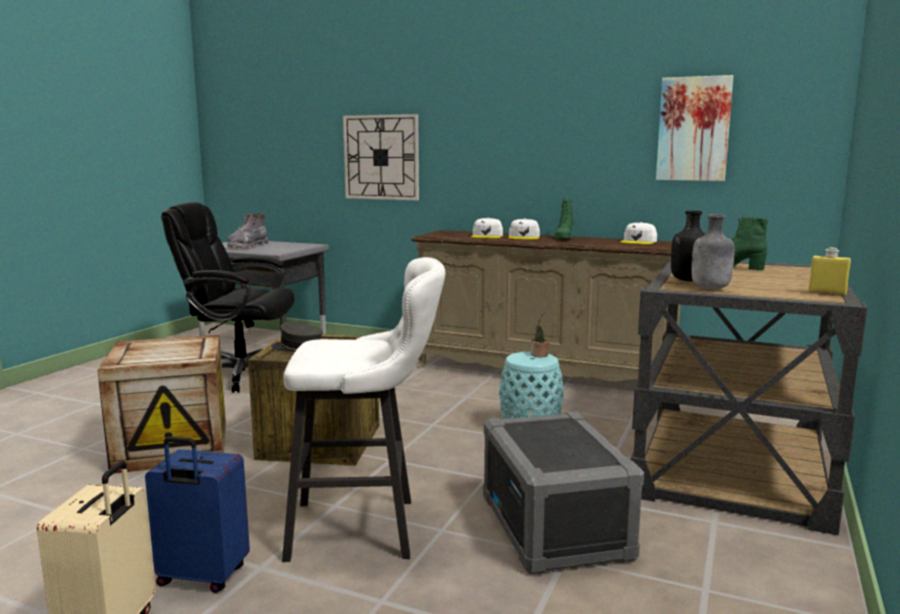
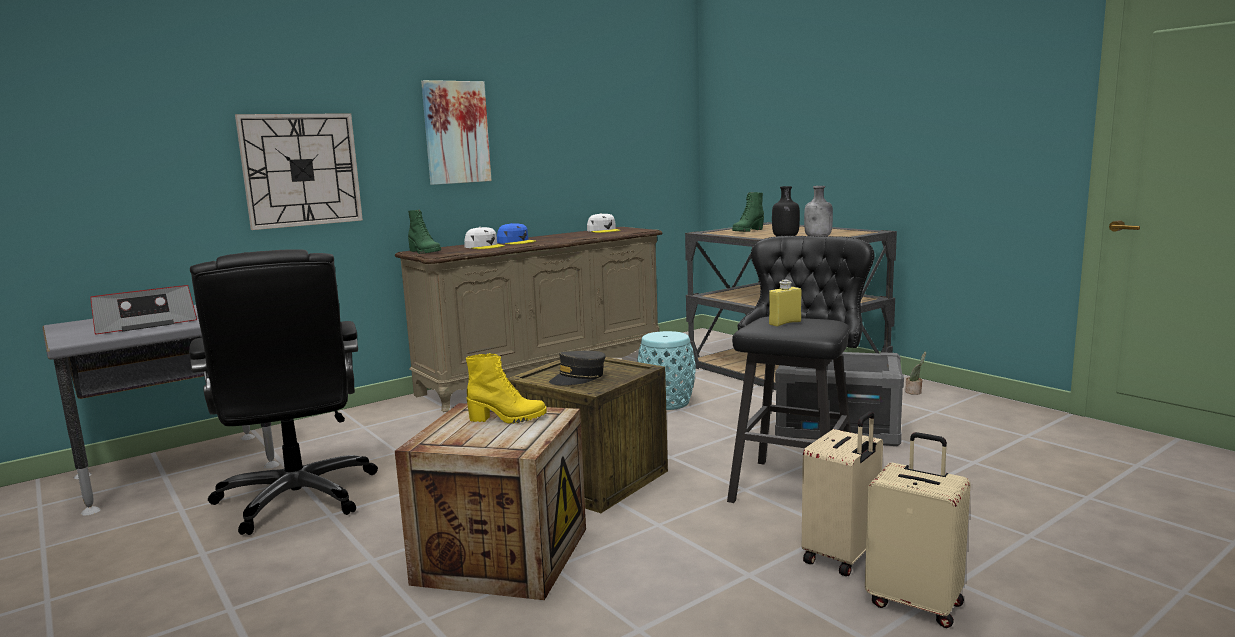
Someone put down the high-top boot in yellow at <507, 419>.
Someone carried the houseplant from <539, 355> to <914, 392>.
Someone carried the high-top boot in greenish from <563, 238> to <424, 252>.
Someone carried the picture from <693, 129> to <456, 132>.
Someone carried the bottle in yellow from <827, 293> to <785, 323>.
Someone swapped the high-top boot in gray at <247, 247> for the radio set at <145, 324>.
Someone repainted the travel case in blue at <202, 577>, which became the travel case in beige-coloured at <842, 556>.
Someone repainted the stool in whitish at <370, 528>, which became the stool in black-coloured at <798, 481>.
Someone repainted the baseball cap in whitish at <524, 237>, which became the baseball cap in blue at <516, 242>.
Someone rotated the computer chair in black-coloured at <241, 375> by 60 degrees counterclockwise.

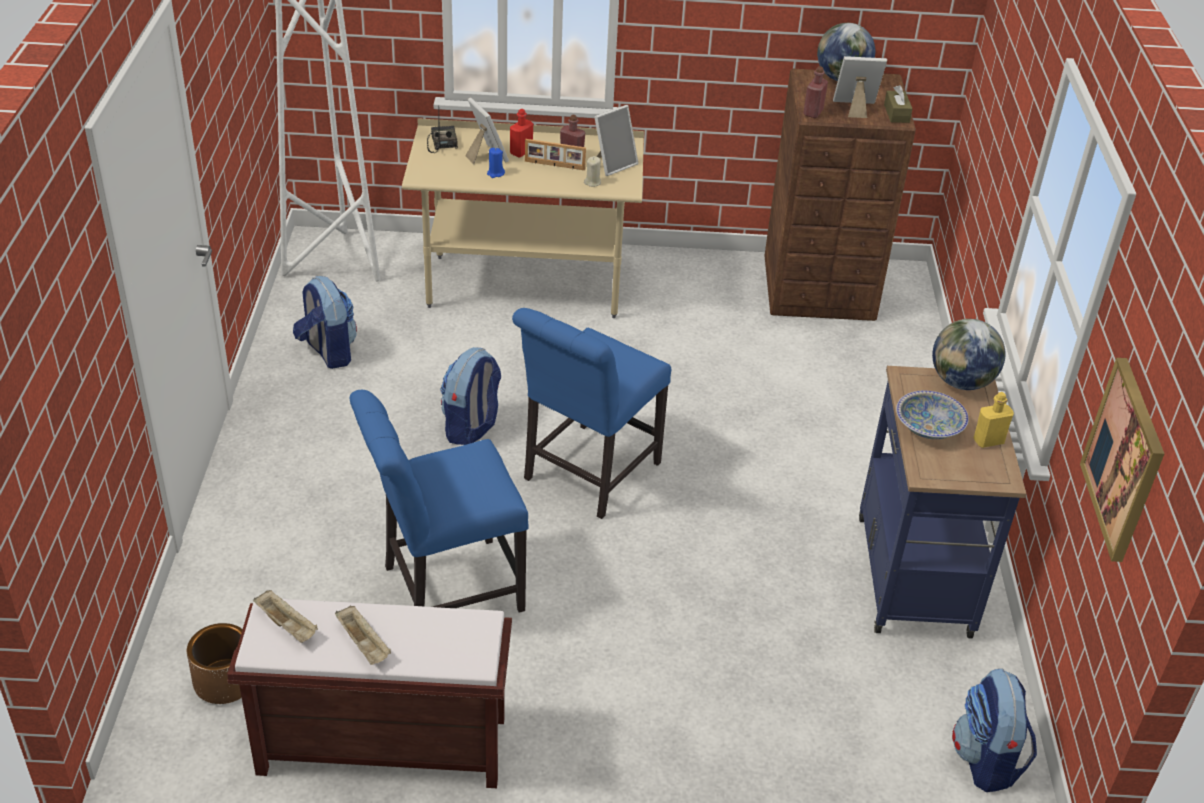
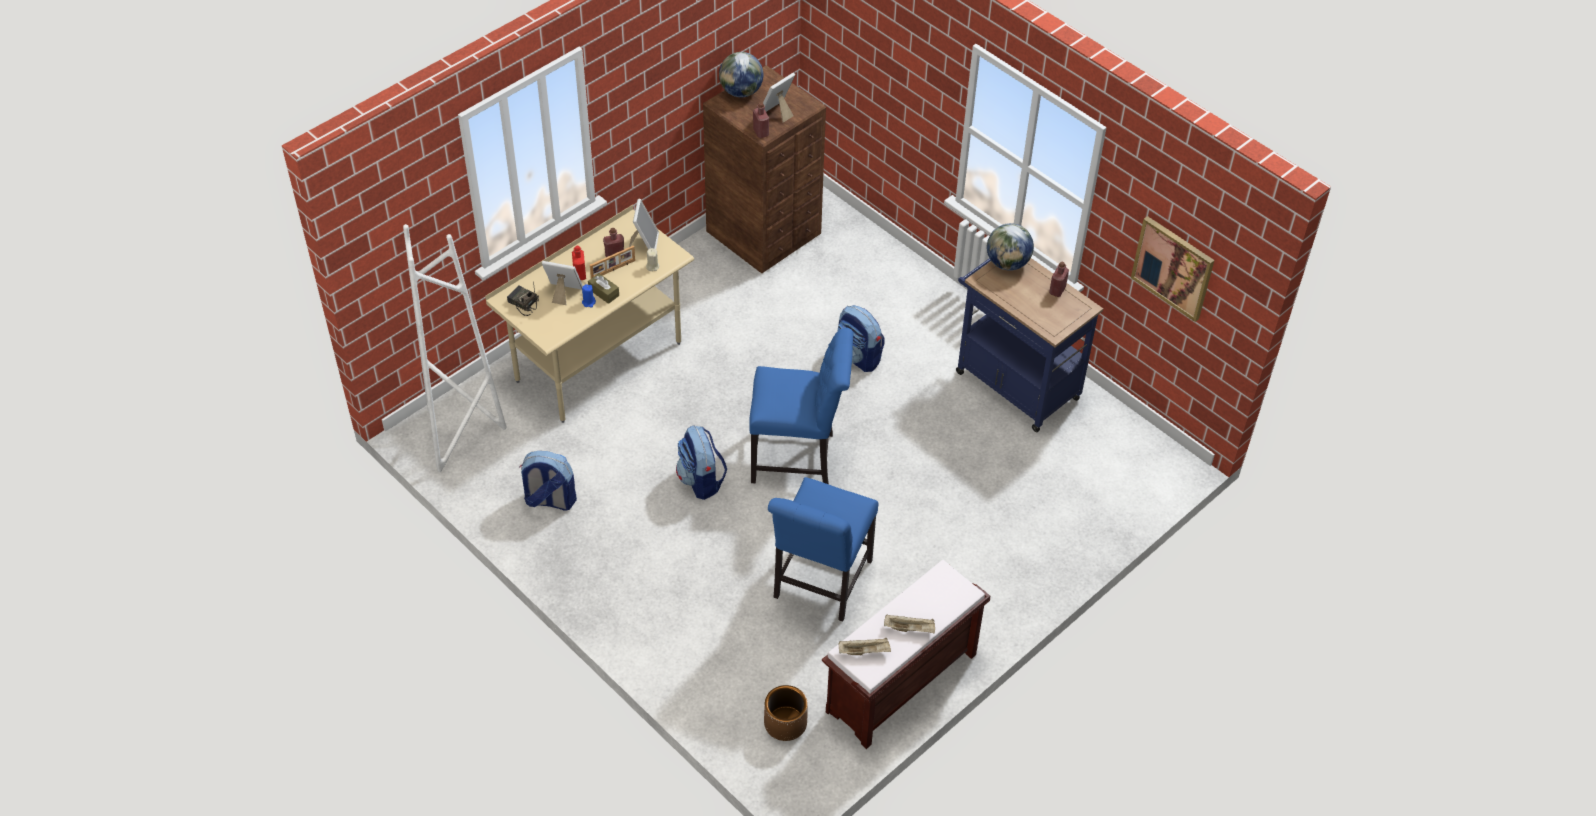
Someone took away the bowl at <928, 428>.
Someone carried the tissue box in brown from <896, 113> to <604, 292>.
Someone carried the knapsack from <986, 760> to <858, 357>.
Someone repainted the bottle in yellow at <988, 441>, which became the bottle in reddish at <1057, 290>.
Someone rotated the chair in blue at <586, 475> by 75 degrees counterclockwise.

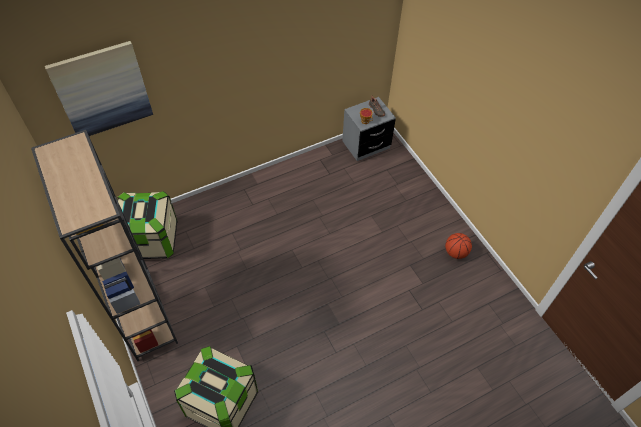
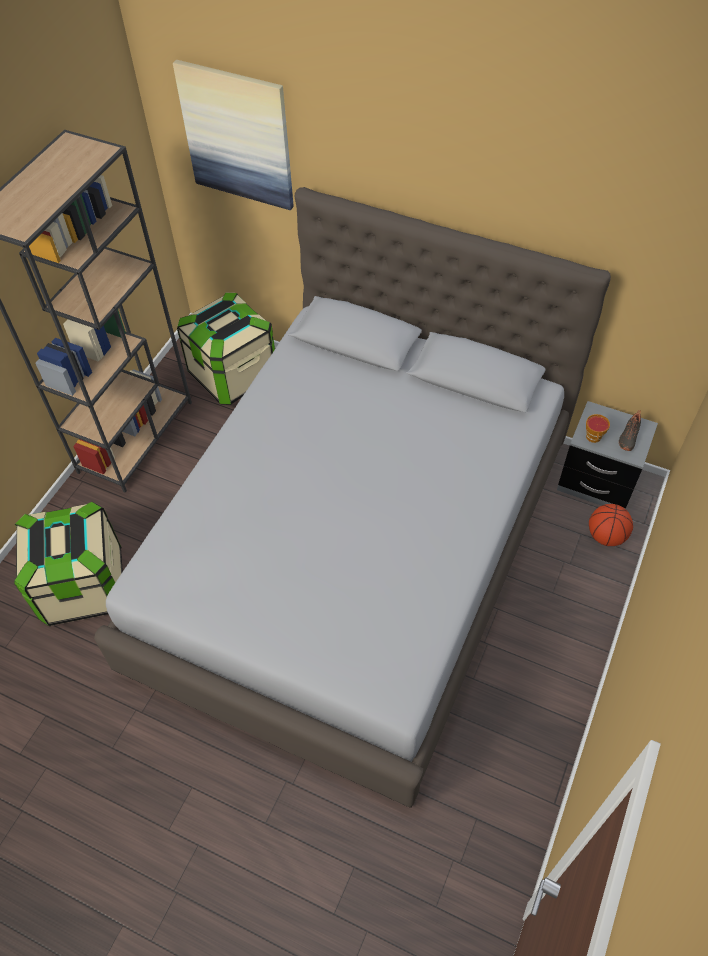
Someone put down the bedroom bed in gray at <357, 552>.
Someone carried the basketball ball from <455, 252> to <606, 536>.

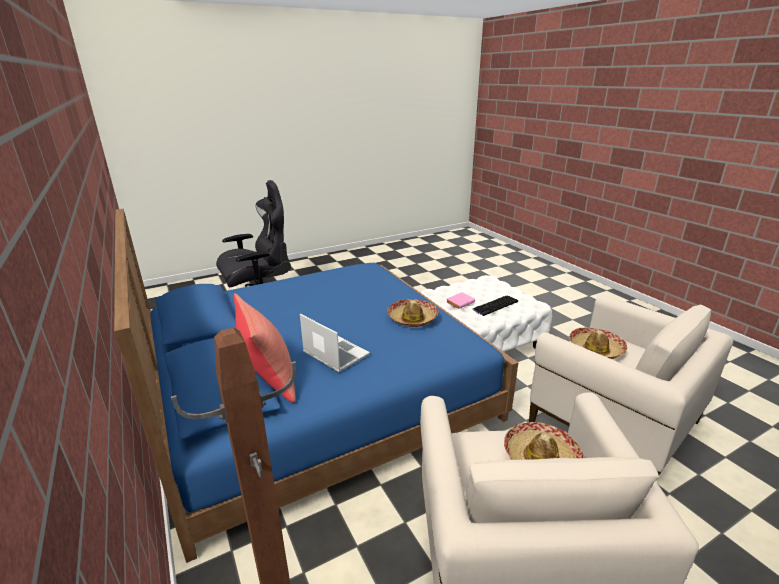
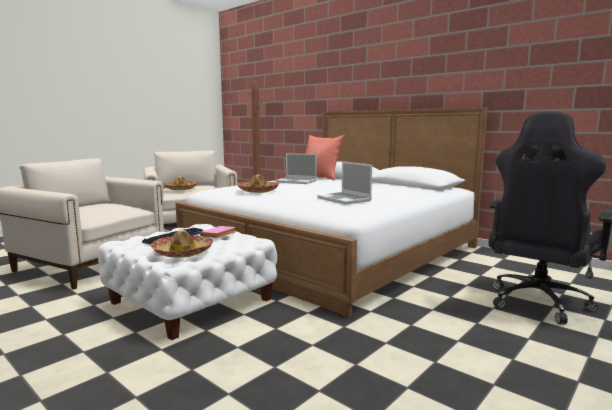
Someone put down the laptop at <345, 199>.
Someone carried the hat from <595, 349> to <183, 252>.
Someone repainted the bedroom bed in blue at <317, 392>, which became the bedroom bed in whitish at <333, 251>.

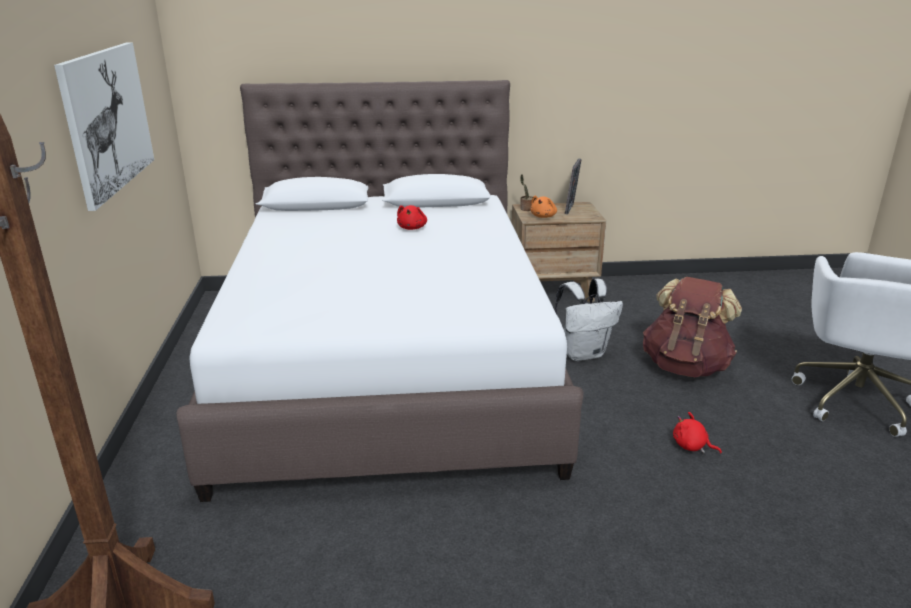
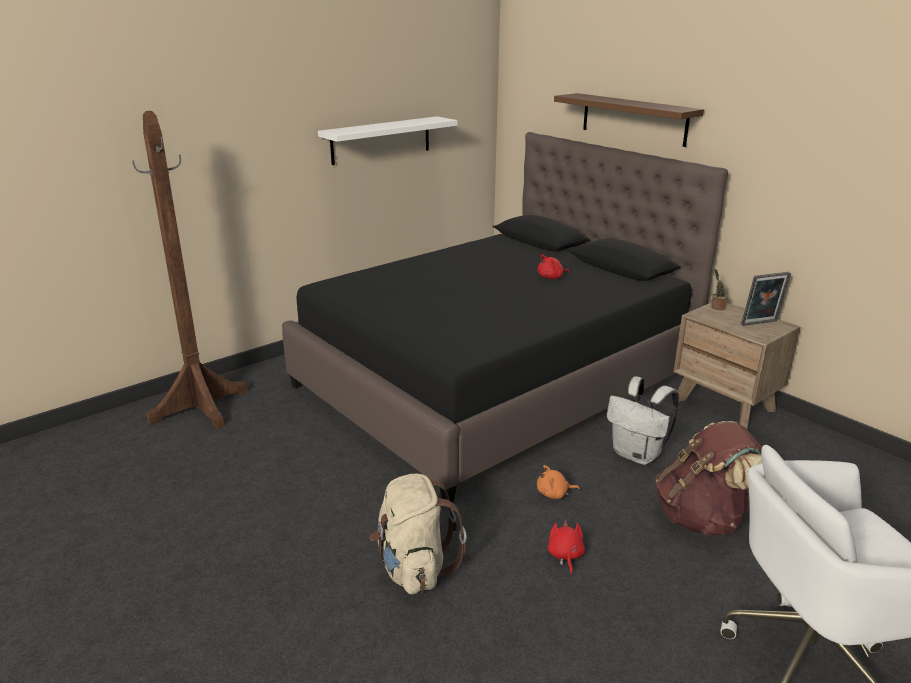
Someone put down the knapsack in beige-coloured at <414, 568>.
Someone put up the wall shelf in brown at <633, 119>.
Someone carried the soft toy in orange from <543, 216> to <554, 494>.
Someone swapped the picture at <108, 120> for the wall shelf in whitish at <381, 140>.
Someone repainted the bedroom bed in whitish at <387, 365>, which became the bedroom bed in black-coloured at <495, 381>.

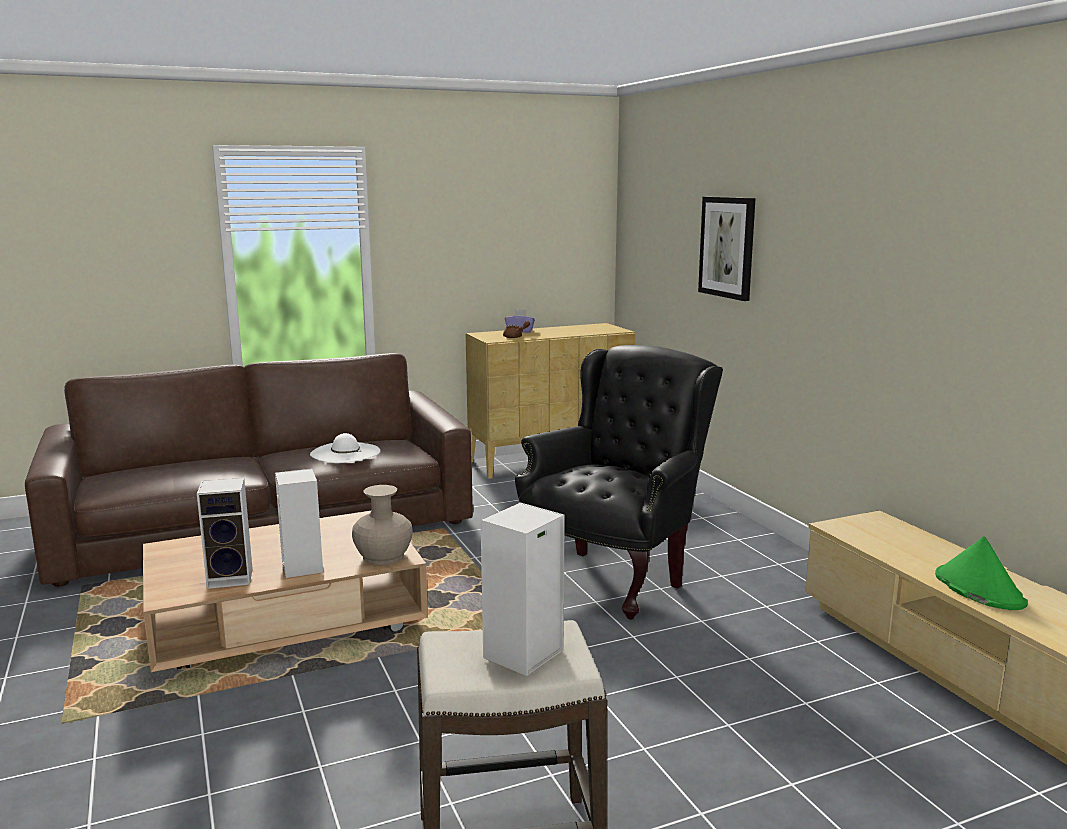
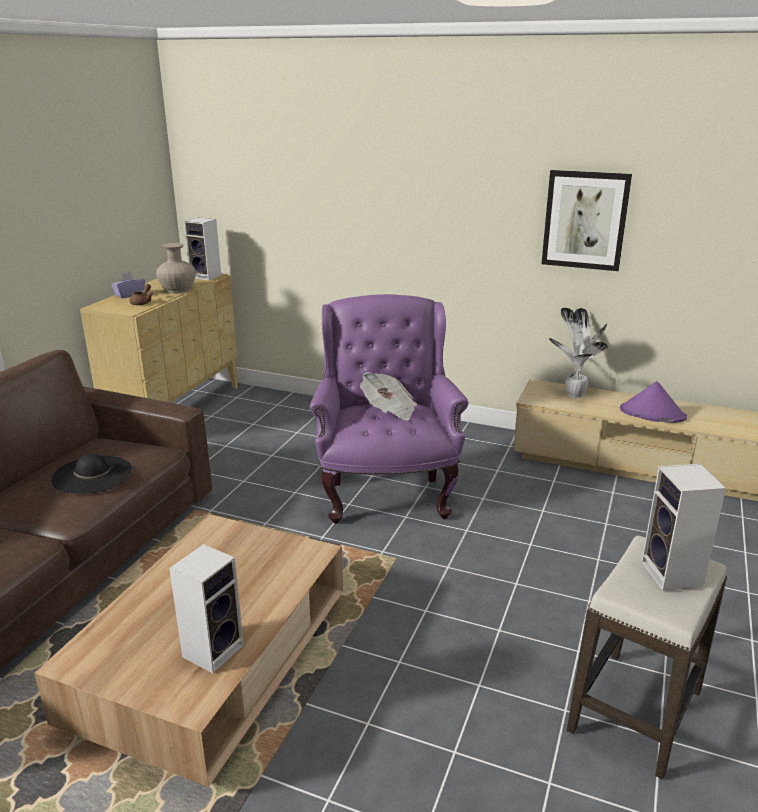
Someone put down the newspaper at <389, 410>.
Someone put down the houseplant at <573, 395>.
Someone carried the audio speaker from <303, 568> to <207, 276>.
Someone carried the decorative vase in beige-coloured from <383, 556> to <178, 289>.
Someone carried the picture from <727, 247> to <585, 220>.
Someone repainted the hat in whitish at <345, 453>, which became the hat in black-coloured at <92, 475>.
Someone repainted the armchair in black-coloured at <614, 576>, which became the armchair in purple at <385, 491>.
Someone repainted the hat in greenish at <978, 589>, which became the hat in purple at <652, 413>.

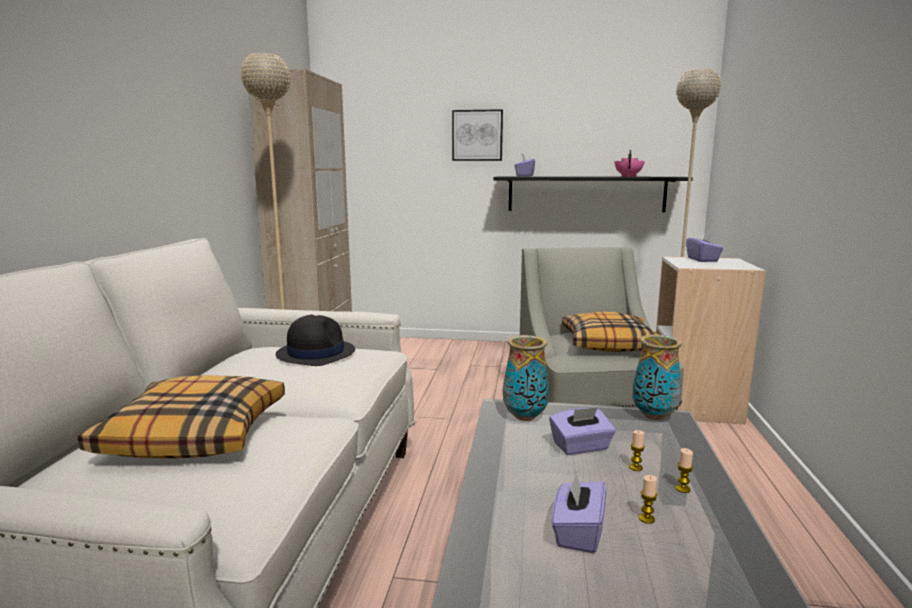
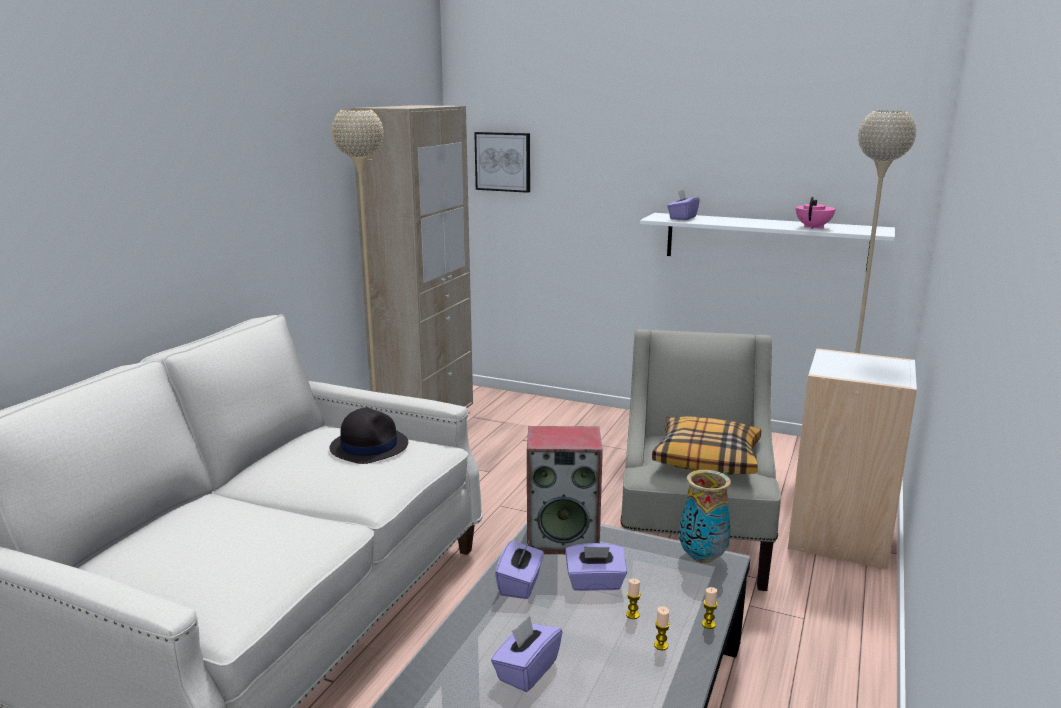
Someone took away the cushion at <195, 434>.
Someone carried the picture from <477, 135> to <503, 161>.
Someone carried the candle from <646, 519> to <708, 624>.
Someone carried the tissue box in purple from <702, 260> to <520, 584>.
Someone swapped the decorative vase at <525, 416> for the audio speaker at <563, 539>.
Someone repainted the wall shelf in black-coloured at <586, 194>, which became the wall shelf in whitish at <765, 241>.

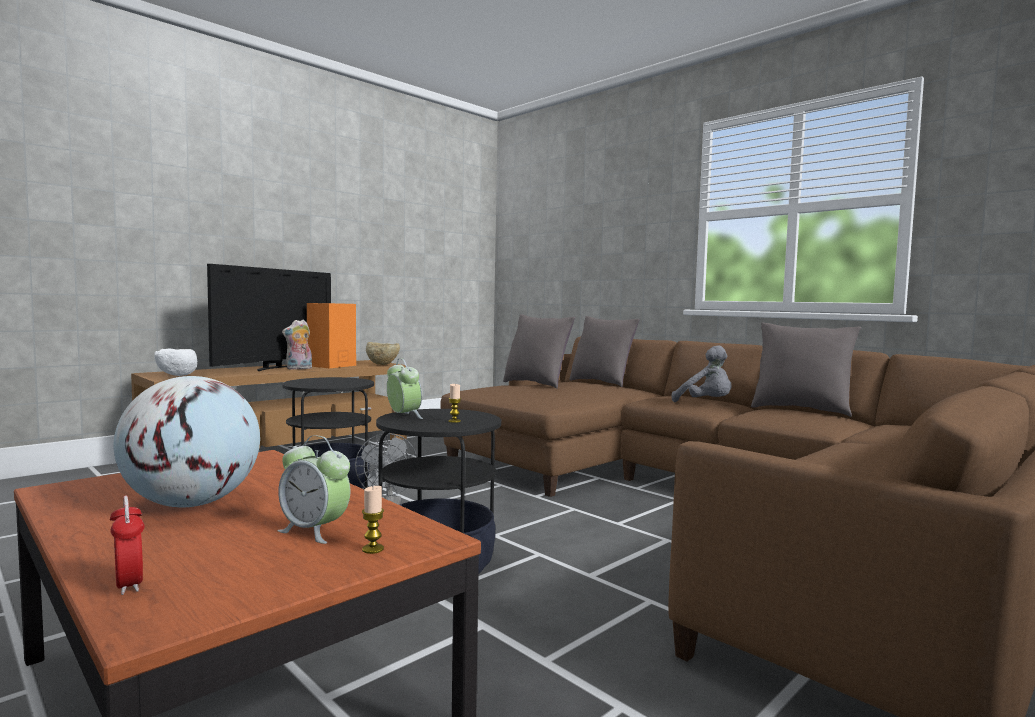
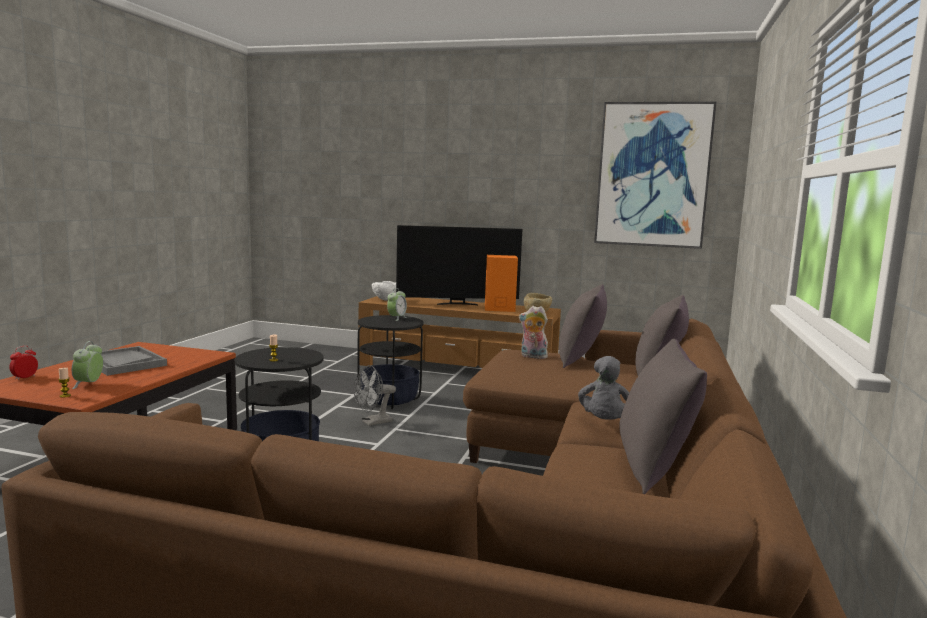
Someone put up the picture at <652, 175>.
Someone carried the soft toy from <299, 368> to <532, 357>.
Someone carried the bedside clock from <404, 416> to <396, 318>.
Someone swapped the world globe at <192, 504> for the tray in gray at <124, 363>.

